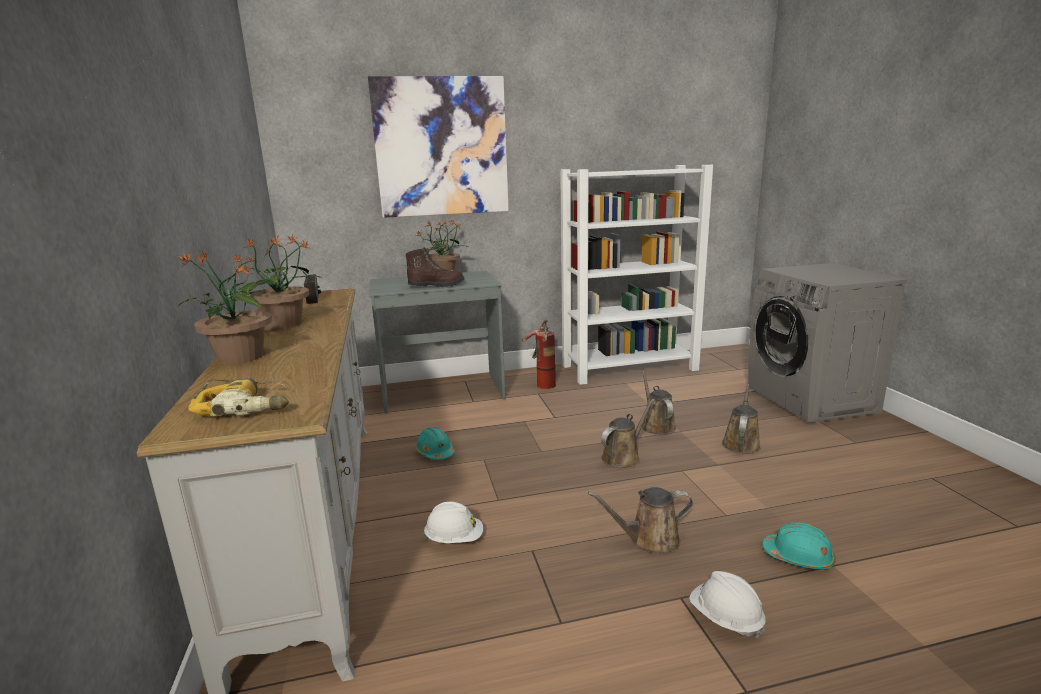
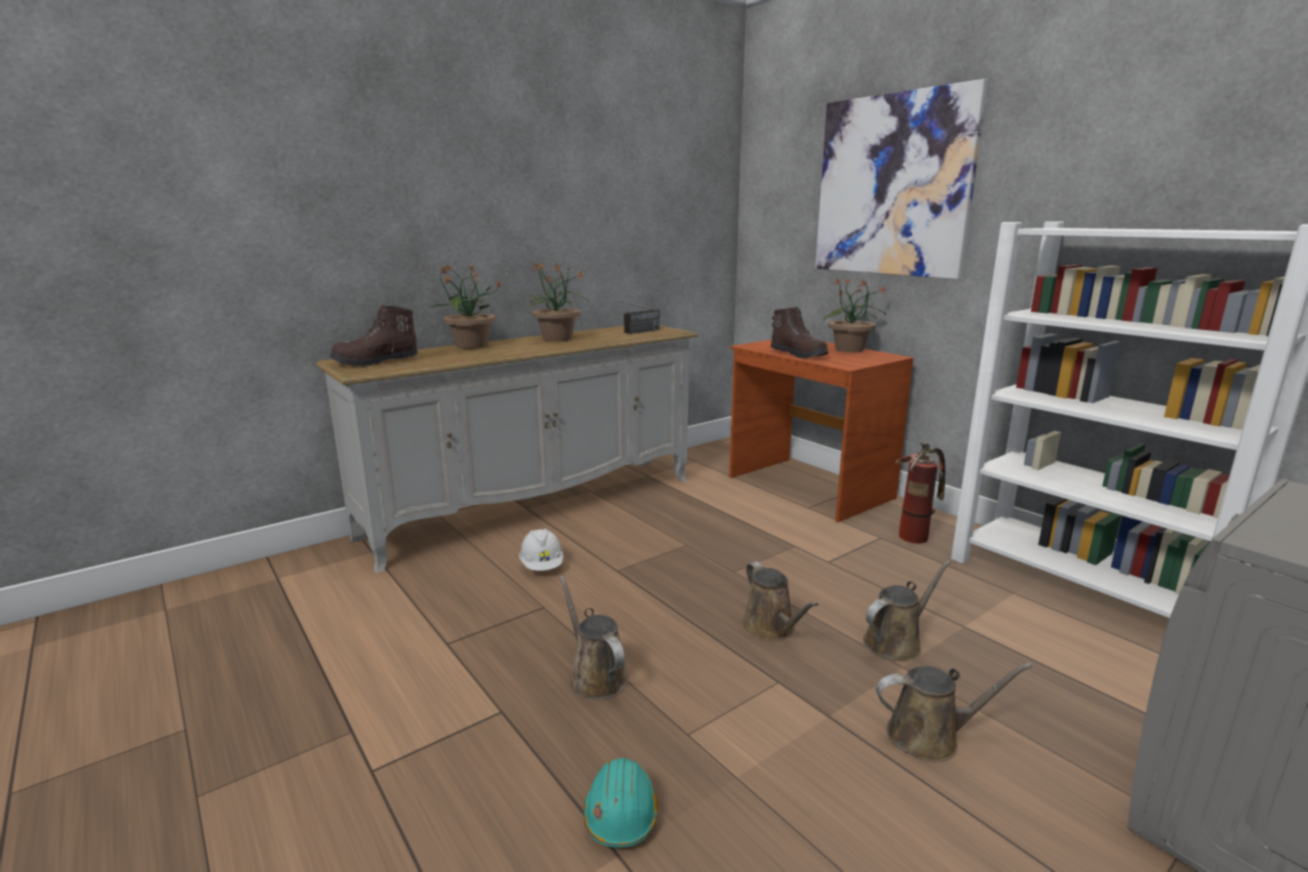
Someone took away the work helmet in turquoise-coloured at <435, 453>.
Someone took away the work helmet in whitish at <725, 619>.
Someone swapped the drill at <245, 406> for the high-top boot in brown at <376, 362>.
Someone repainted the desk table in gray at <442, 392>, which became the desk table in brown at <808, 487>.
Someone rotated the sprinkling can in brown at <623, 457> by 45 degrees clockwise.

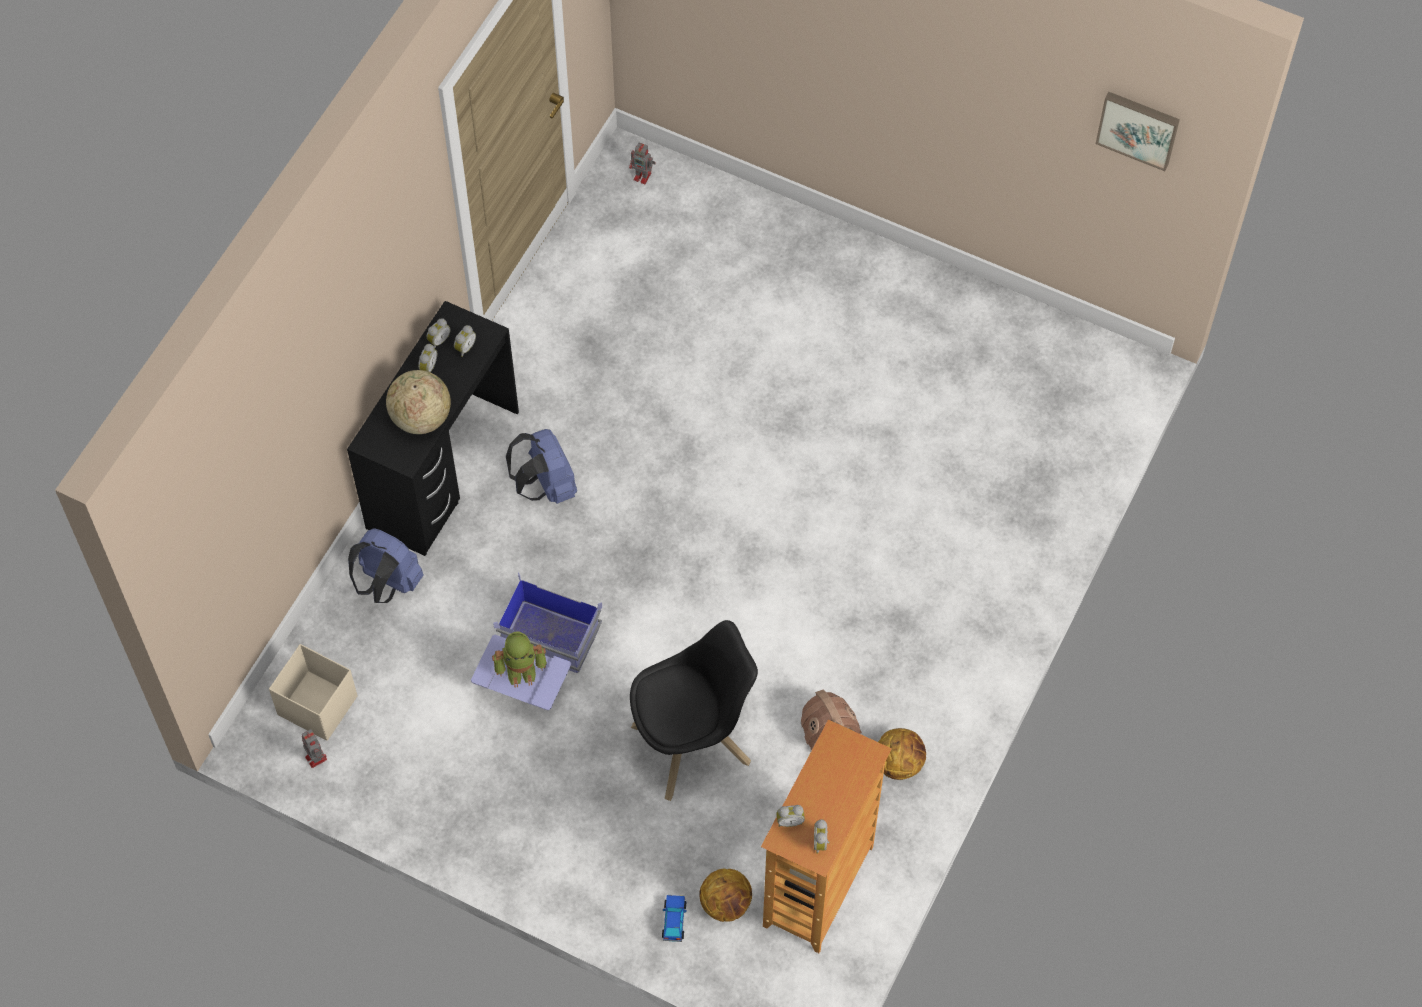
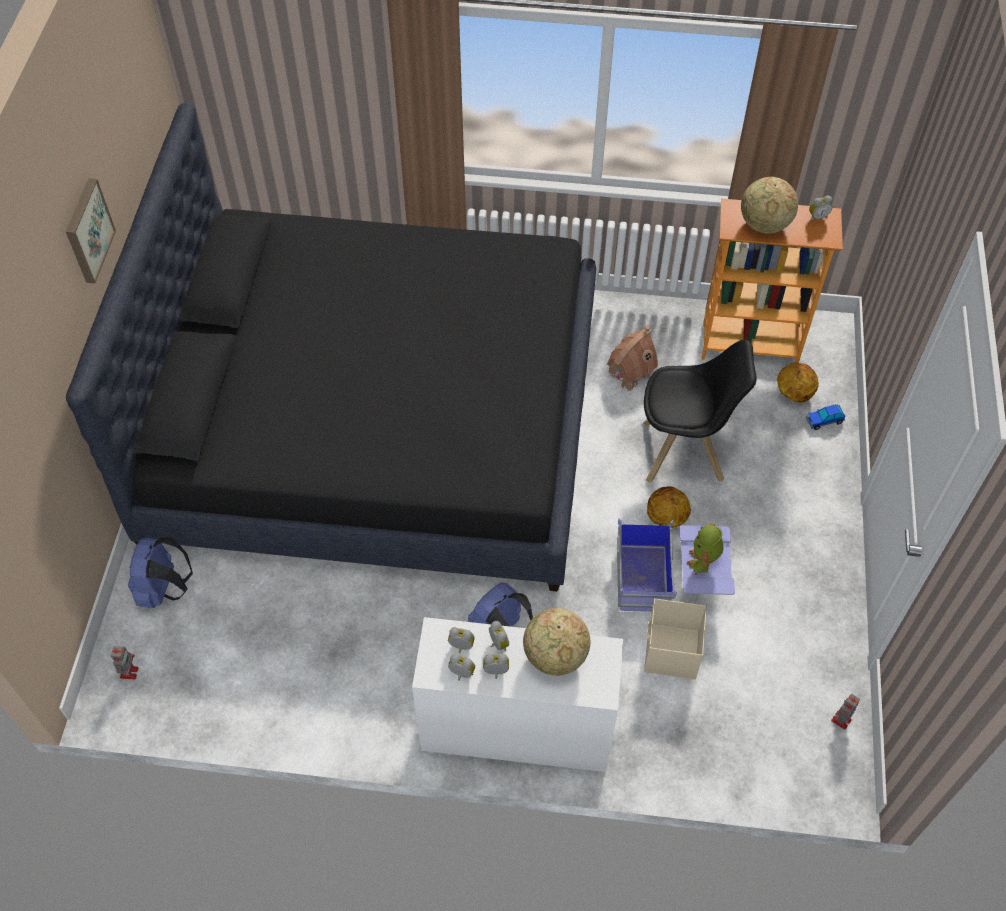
Someone put down the bedroom bed in black-coloured at <376, 422>.
Someone put down the world globe at <764, 225>.
Someone carried the storage container in beige-coloured from <317, 705> to <671, 652>.
Someone carried the knapsack in blue from <387, 584> to <165, 589>.
Someone carried the bedside clock from <789, 821> to <497, 644>.
Someone carried the basketball ball from <899, 763> to <665, 518>.
Someone carried the picture from <1138, 128> to <87, 230>.
Someone repainted the desk table in black-coloured at <442, 469>, which became the desk table in whitish at <516, 728>.
Someone rotated the robot figure at <521, 670> by 135 degrees counterclockwise.
Someone rotated the chair in black-coloured at <692, 745> by 135 degrees clockwise.

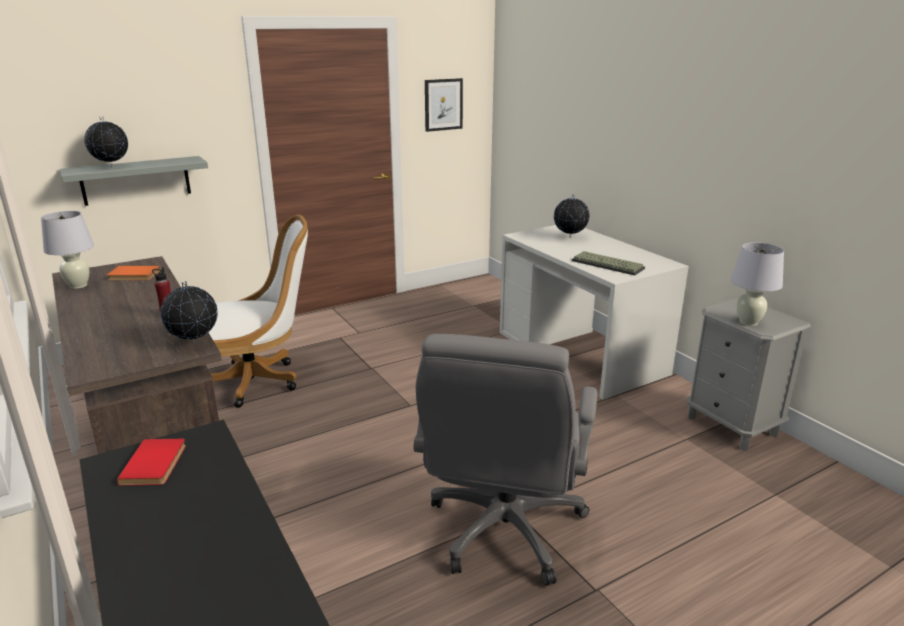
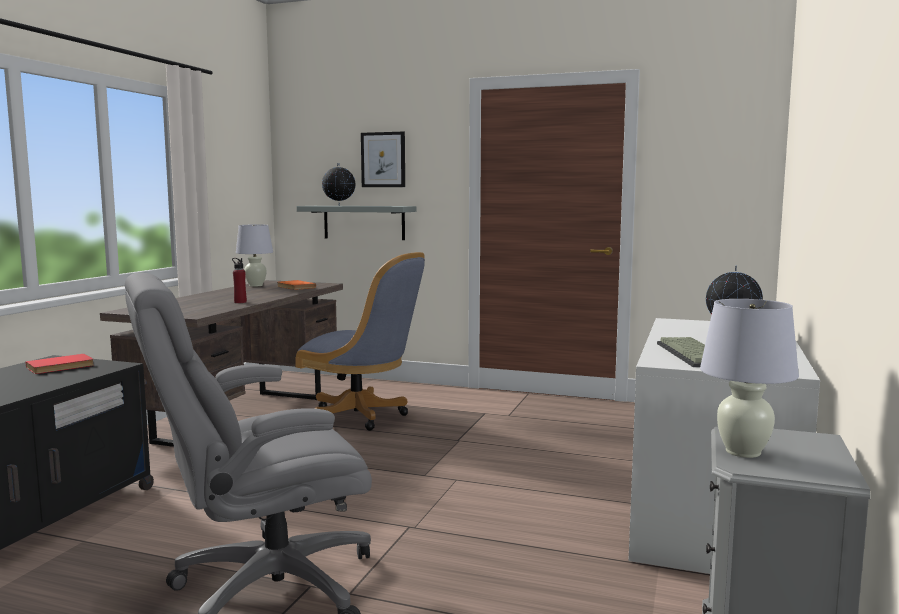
Someone took away the world globe at <195, 343>.
Someone carried the picture from <443, 104> to <383, 159>.
Someone repainted the computer chair in whitish at <261, 381>, which became the computer chair in blue at <365, 418>.

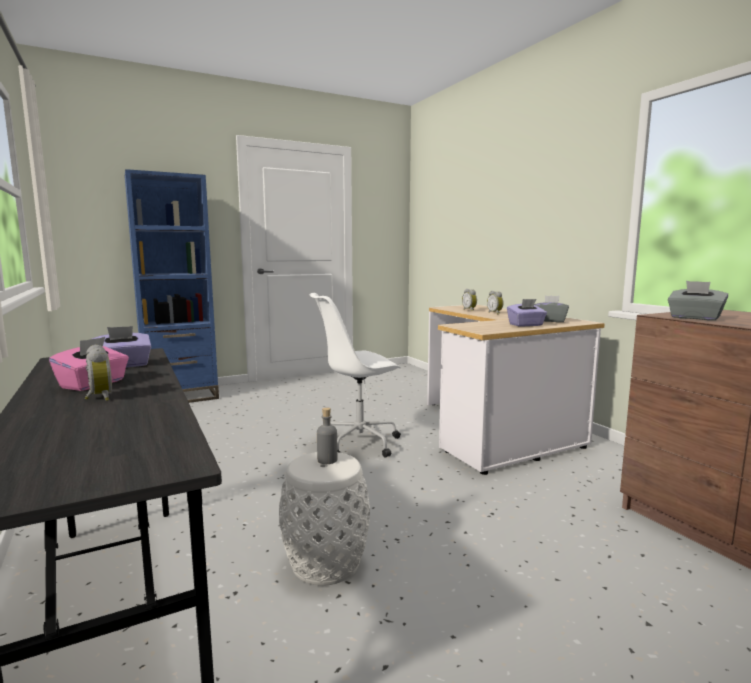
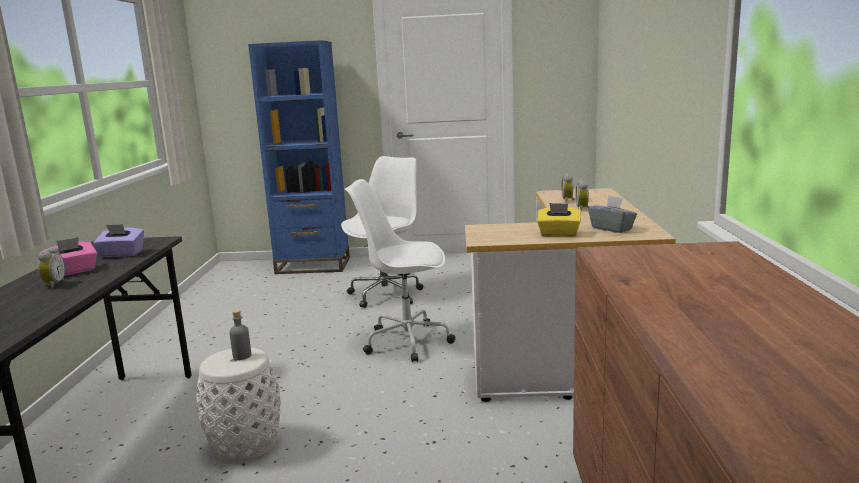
Someone took away the tissue box in gray at <694, 318>.
Someone put down the computer chair in whitish at <386, 294>.
Someone repainted the tissue box in purple at <526, 325>, which became the tissue box in yellow at <558, 234>.

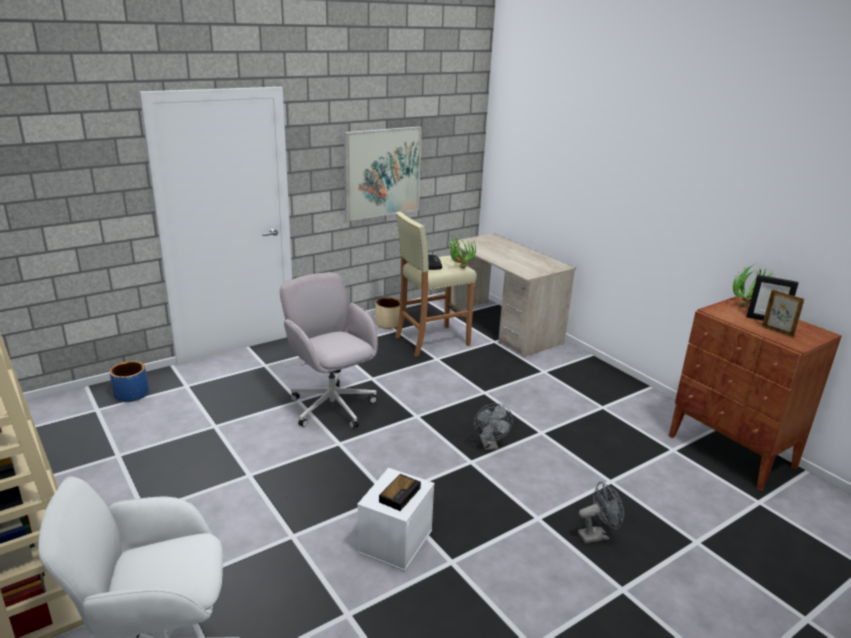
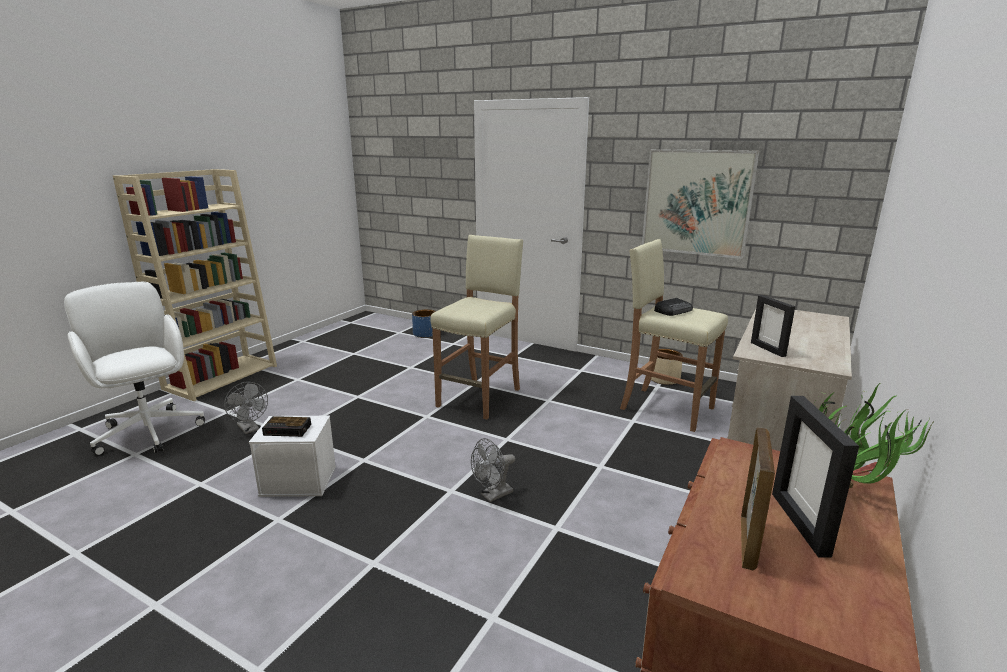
Someone took away the houseplant at <459, 268>.
Someone put down the picture frame at <768, 349>.
Someone carried the cooling fan in gray from <597, 535> to <250, 429>.
Someone swapped the computer chair in gray at <332, 406> for the stool in beige-coloured at <480, 397>.

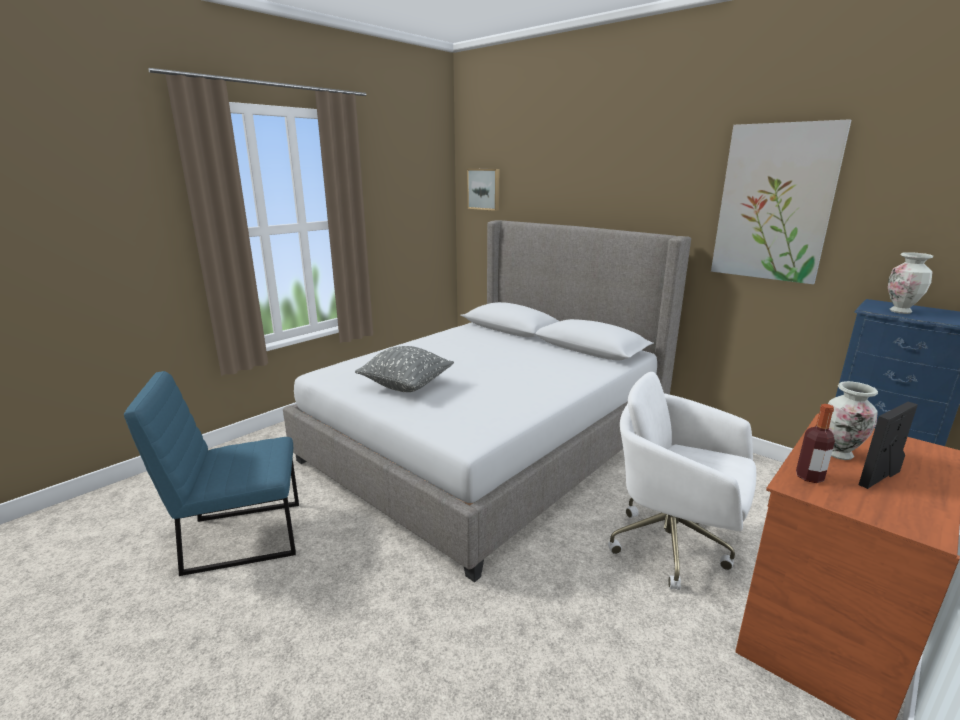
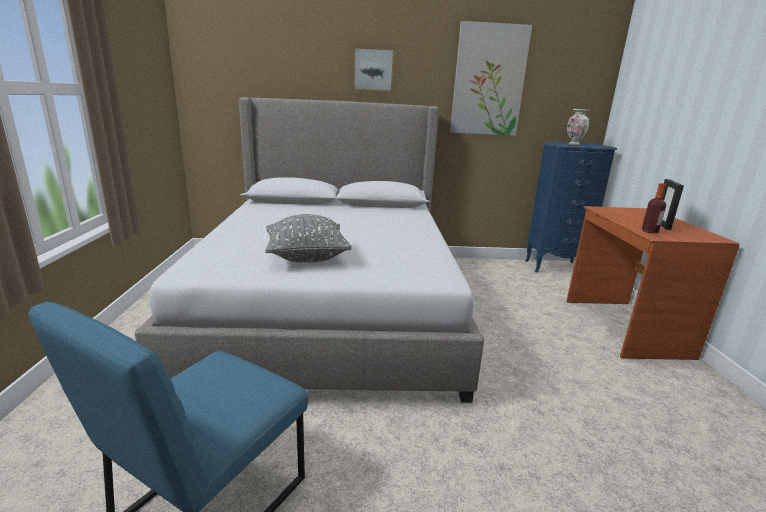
Someone took away the computer chair in whitish at <673, 549>.
Someone took away the decorative vase at <839, 454>.
Someone carried the picture from <484, 189> to <373, 69>.

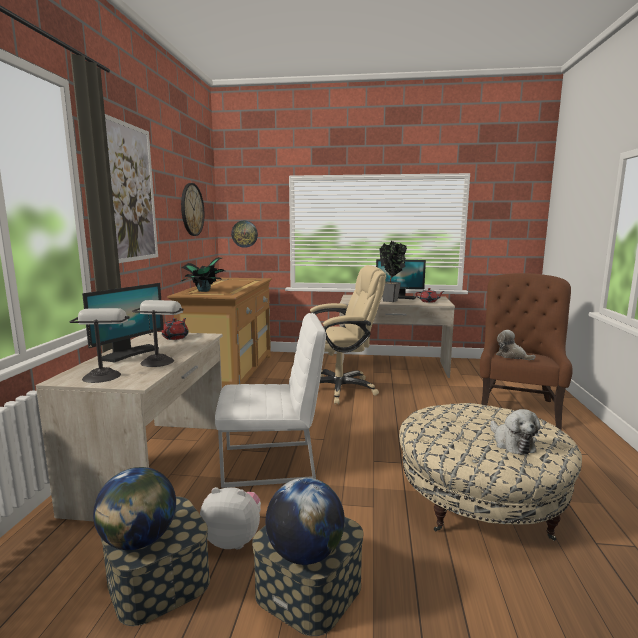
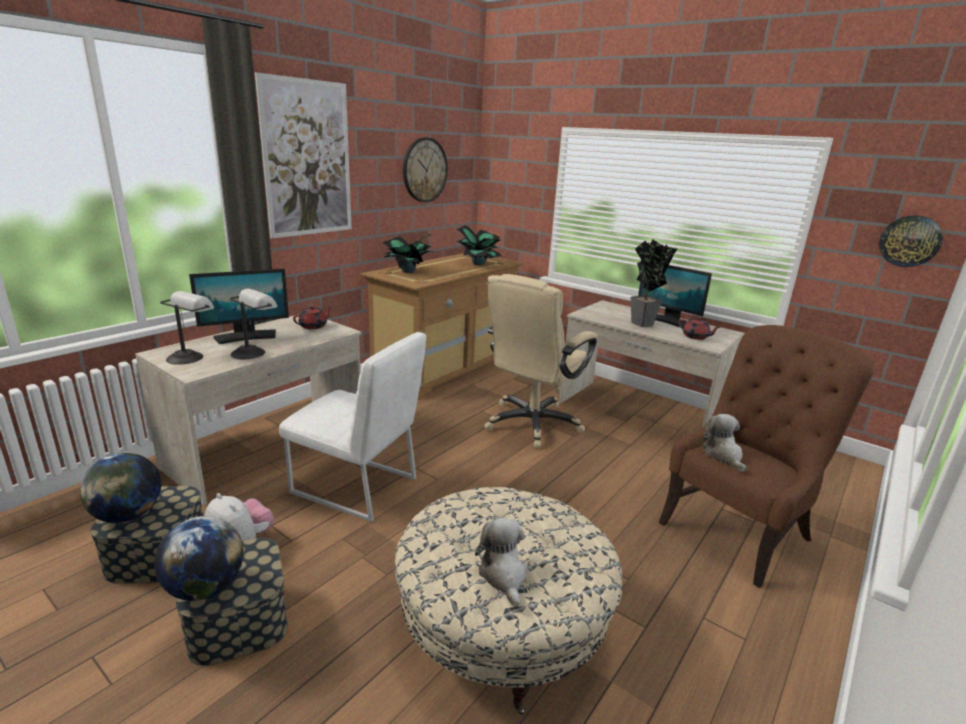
Someone put down the houseplant at <478, 264>.
Someone carried the hanging clock from <244, 234> to <910, 241>.
Someone rotated the computer chair in beige-coloured at <339, 389> by 105 degrees clockwise.
Someone rotated the soft toy at <511, 443> by 150 degrees clockwise.

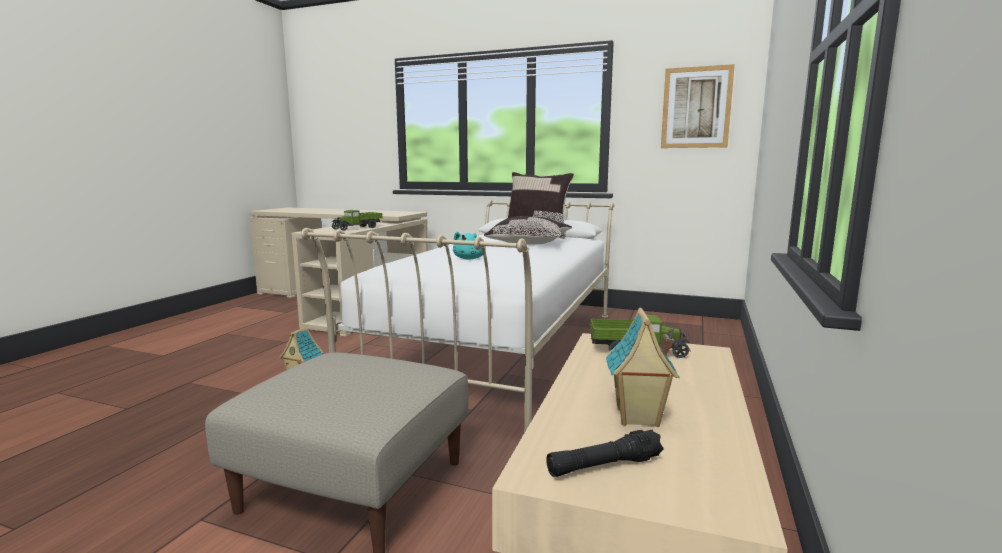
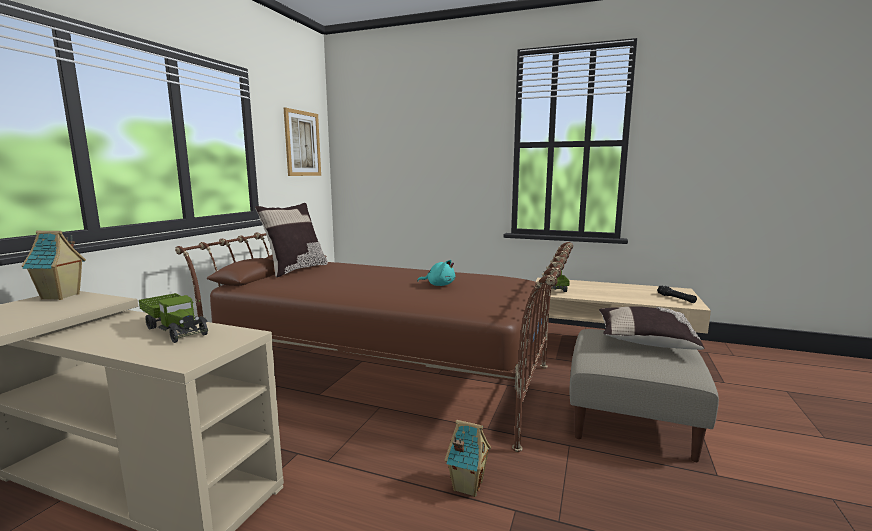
Someone carried the cushion from <530, 243> to <644, 340>.
Someone carried the model house from <637, 418> to <61, 296>.
Someone repainted the bedroom bed in whitish at <499, 351>, which became the bedroom bed in brown at <382, 376>.

